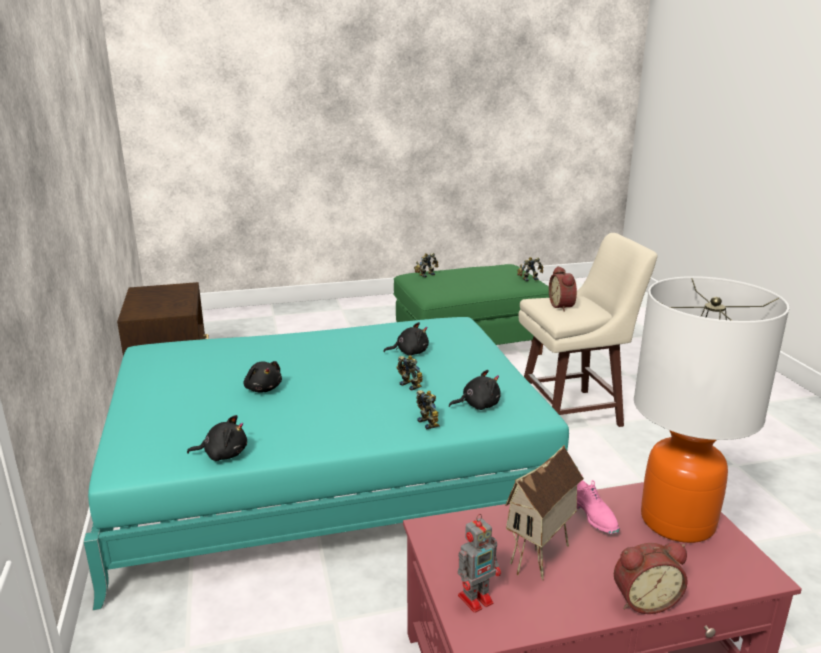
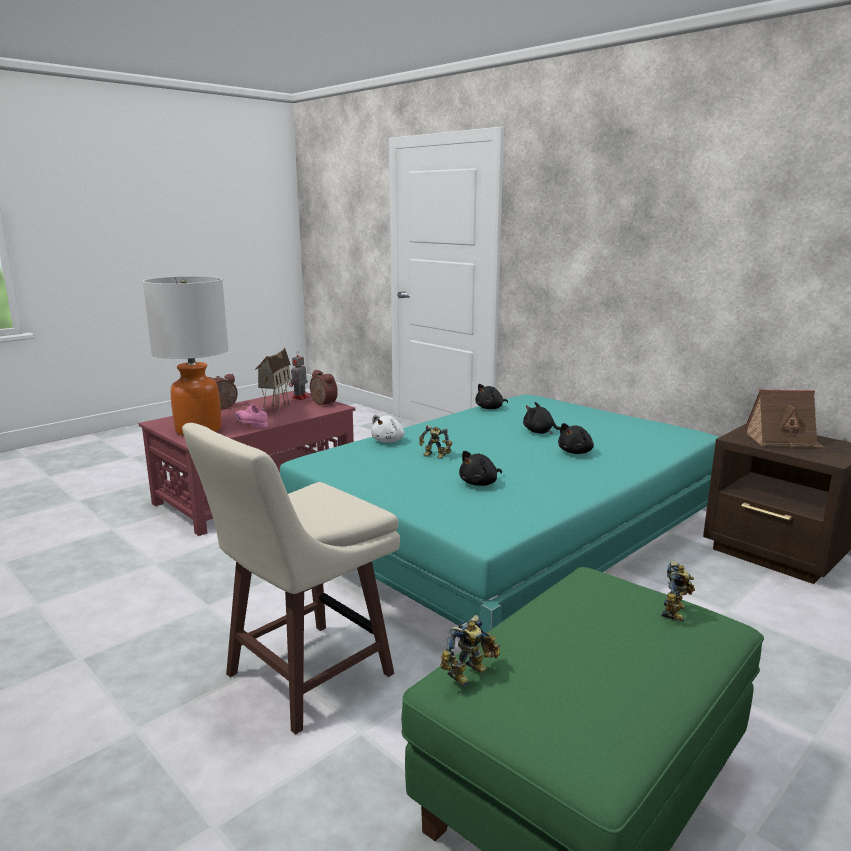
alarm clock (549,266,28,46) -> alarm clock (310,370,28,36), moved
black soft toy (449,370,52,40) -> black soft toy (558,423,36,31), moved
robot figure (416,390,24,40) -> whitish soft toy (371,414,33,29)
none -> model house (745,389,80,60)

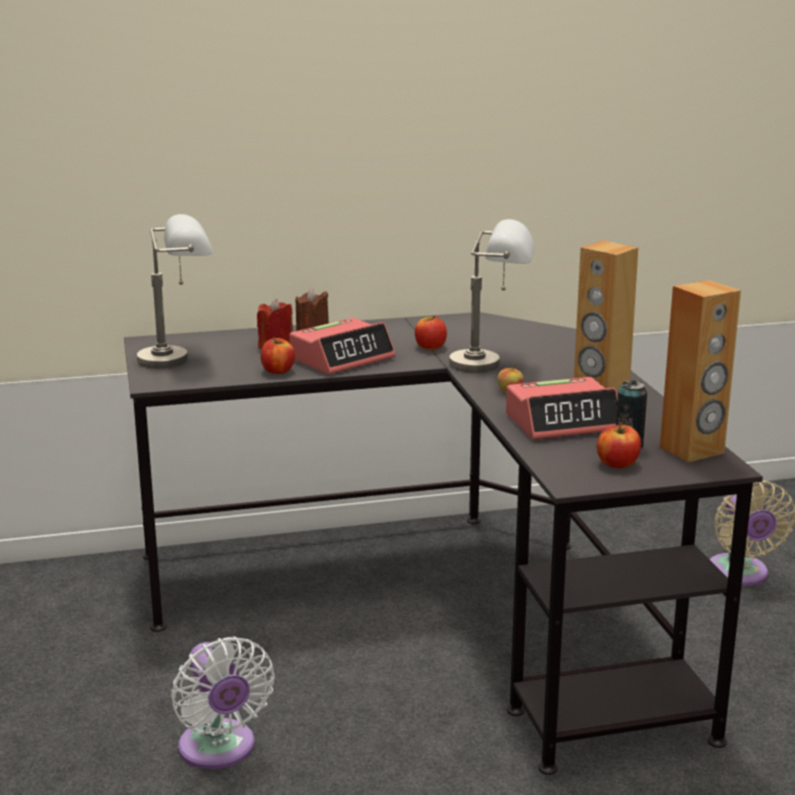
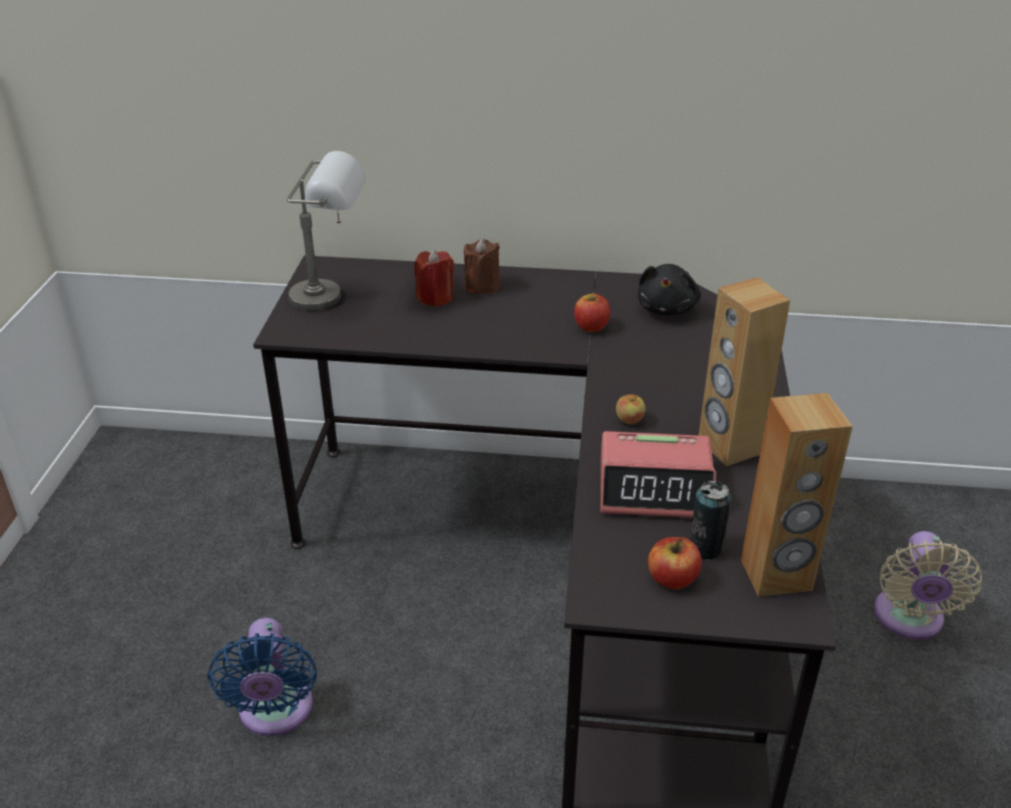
gray lamp for a table (449,219,86,153) -> none
alarm clock (290,318,105,56) -> none
apple fruit (261,337,34,37) -> none
whitish electric fan (171,636,104,133) -> blue-coloured electric fan (208,618,109,118)
none -> black soft toy (638,264,63,52)

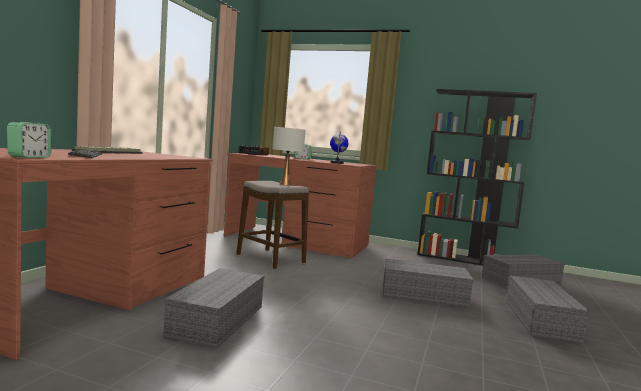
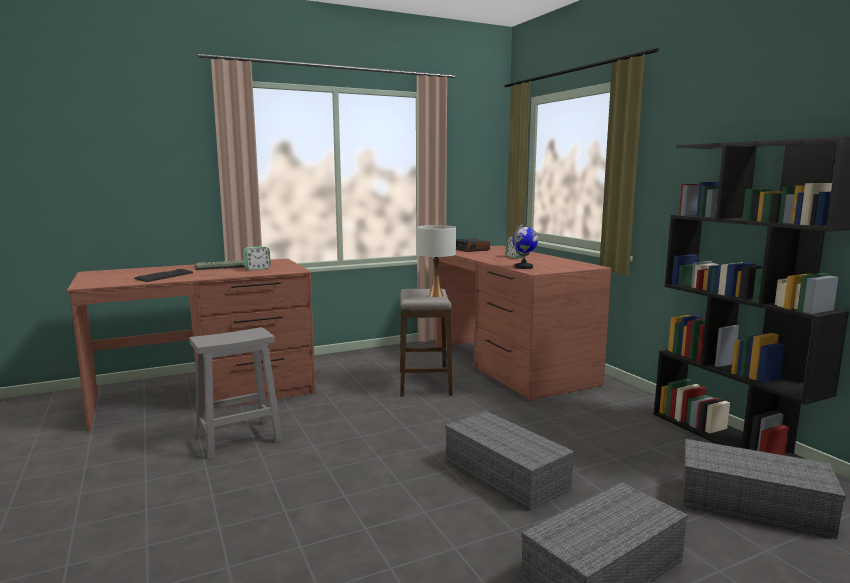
alarm clock (7,122,44,36) -> alarm clock (243,246,28,24), moved
gray storage bin (164,268,100,80) -> gray sitting stool (189,327,94,132)

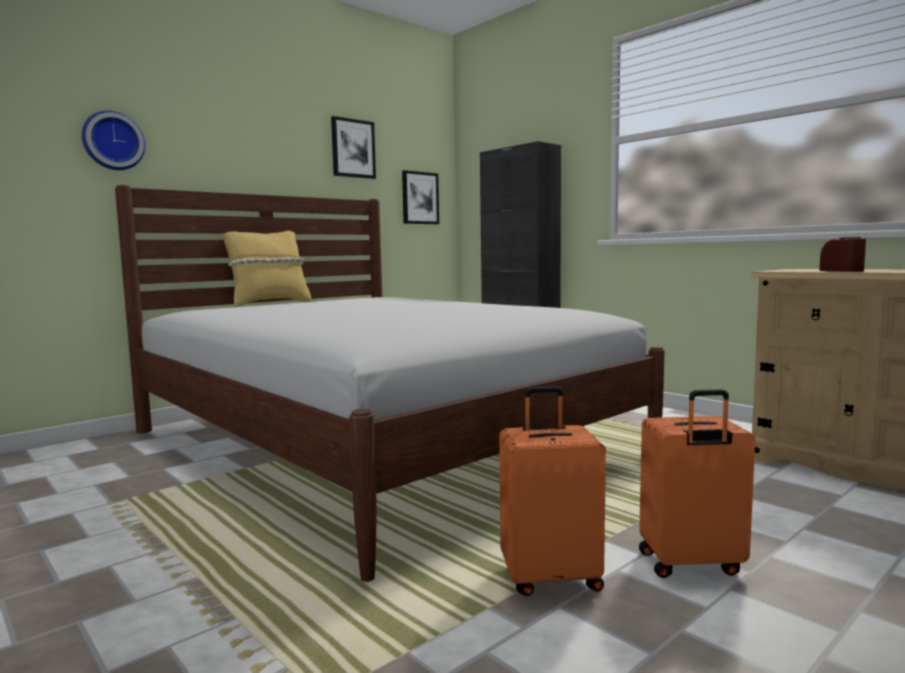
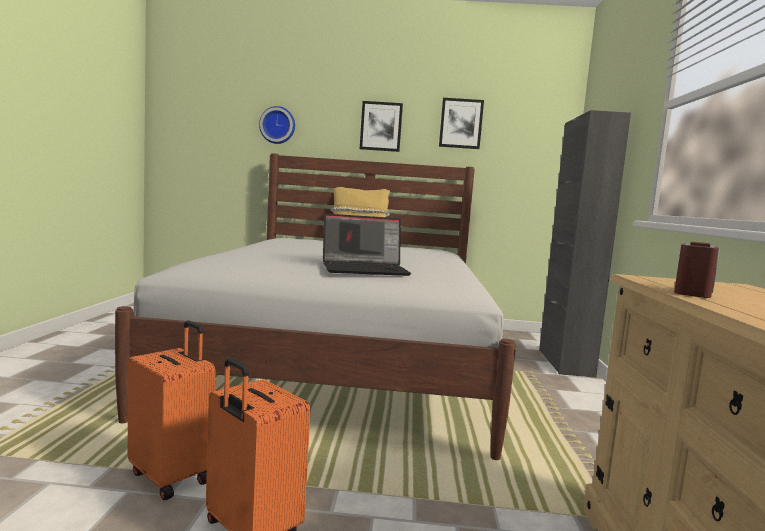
wall picture (402,170,37,54) -> wall picture (360,101,43,51), moved
none -> laptop (323,214,88,62)

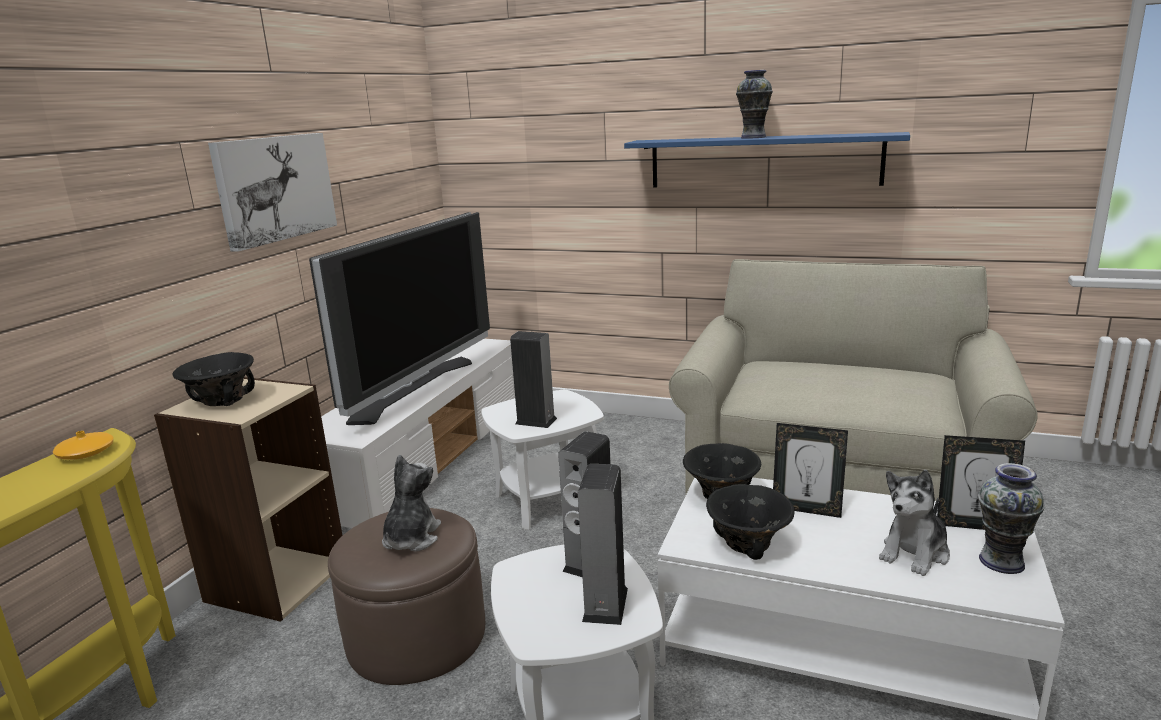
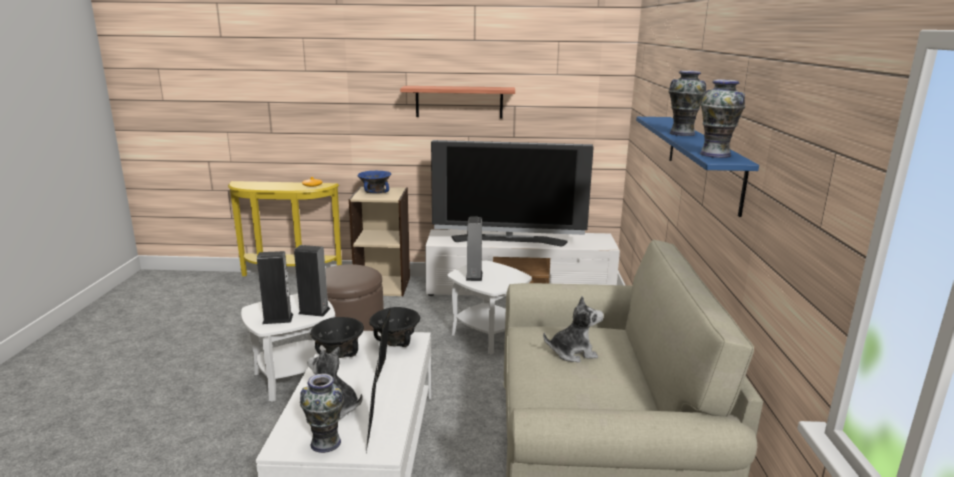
wall picture (208,133,129,119) -> bracket shelf (400,86,115,32)
black serving bowl (173,352,82,54) -> blue-coloured serving bowl (357,171,34,22)
soft toy (382,455,59,96) -> soft toy (543,296,61,66), moved
none -> flower vase (700,80,45,78)

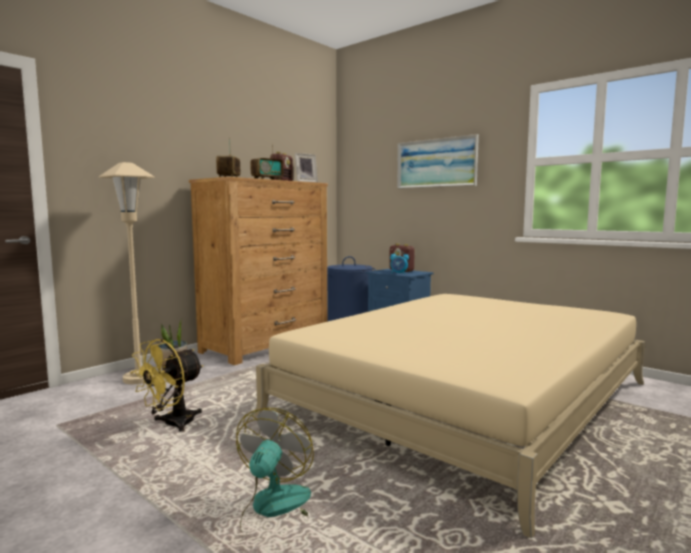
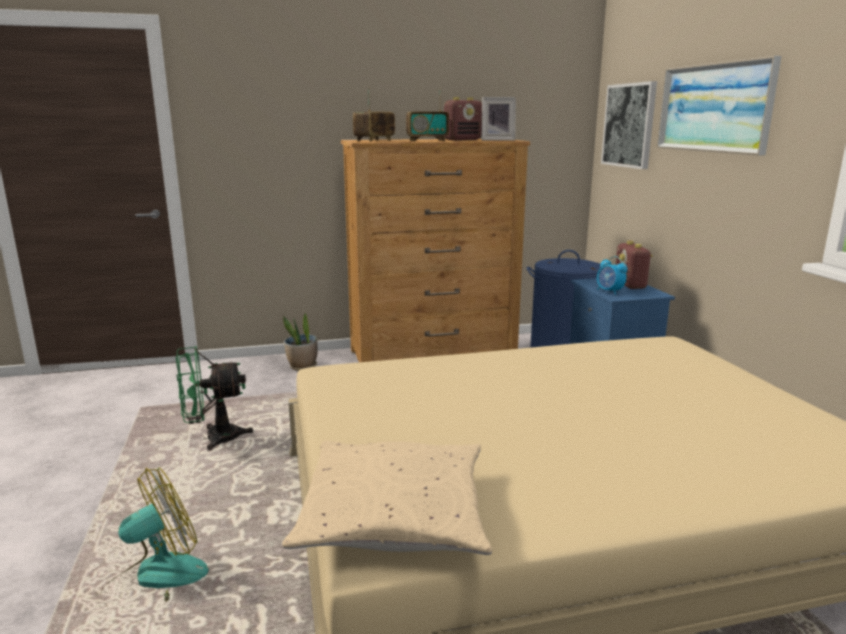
beige standing lamp (99,162,56,222) -> none
yellow electric fan (130,339,73,93) -> greenish electric fan (176,346,77,104)
none -> wall picture (601,81,56,88)
none -> beige pillow (282,441,210,114)

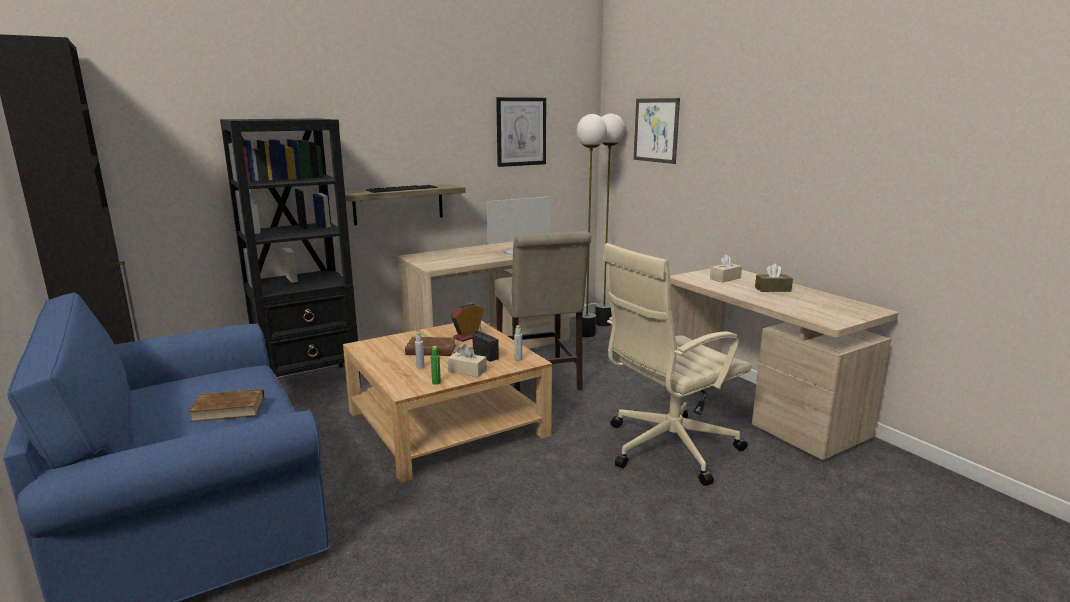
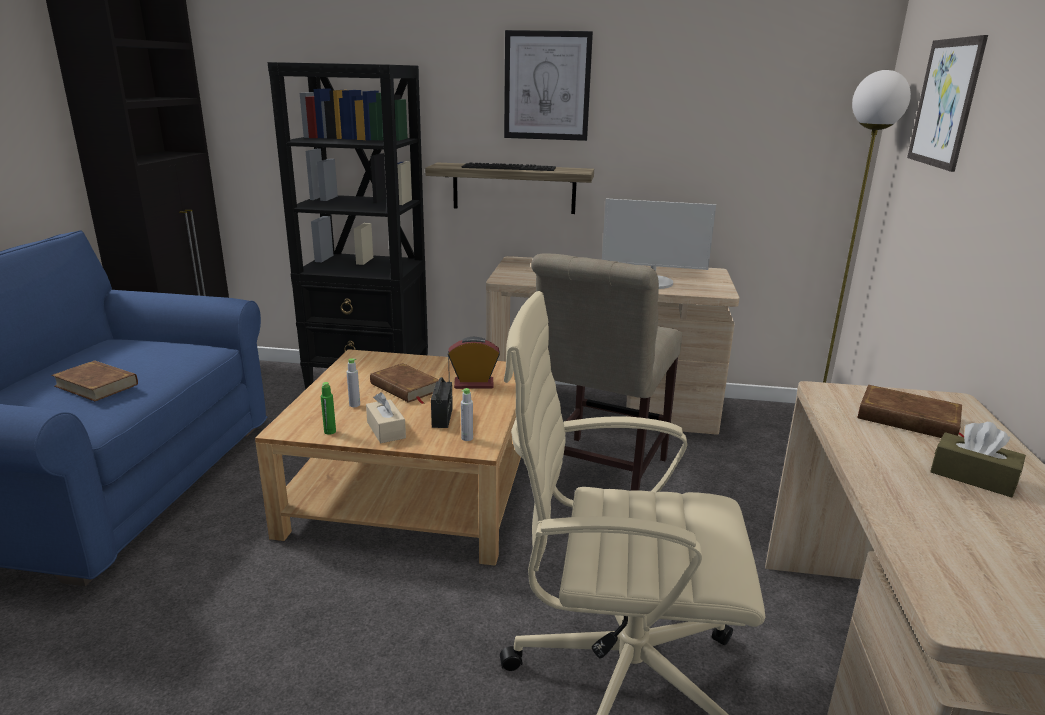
wall picture (496,97,50,70) -> wall picture (504,30,89,111), moved
standing lamp (577,114,30,223) -> none
beige box of tissues (710,254,32,28) -> brownish bound book (857,385,107,53)

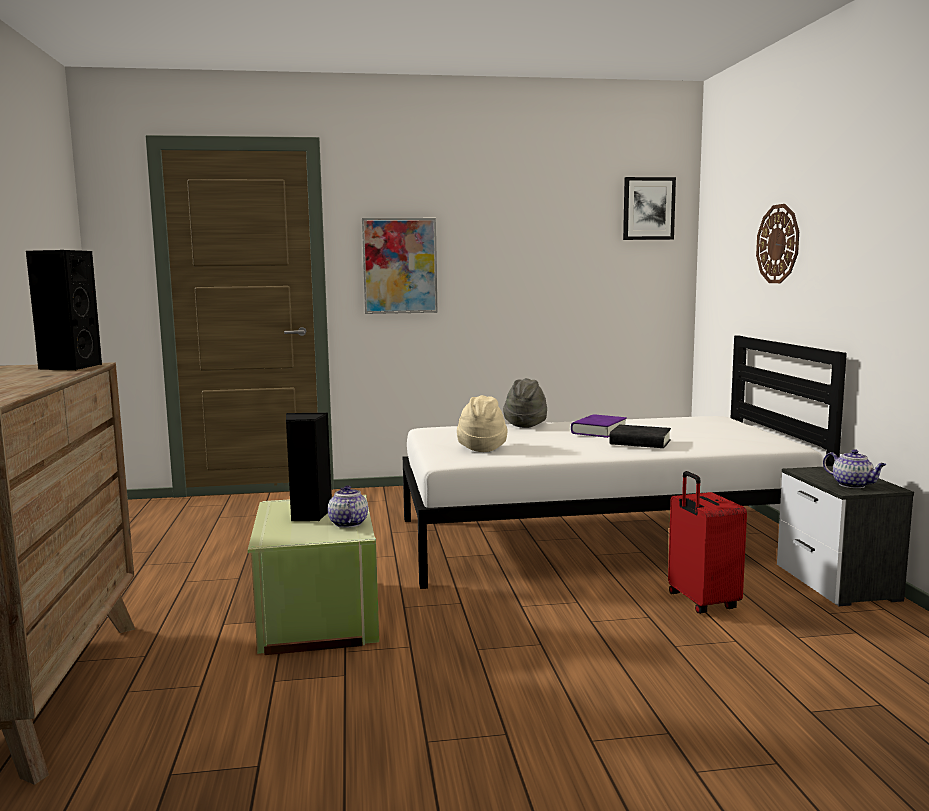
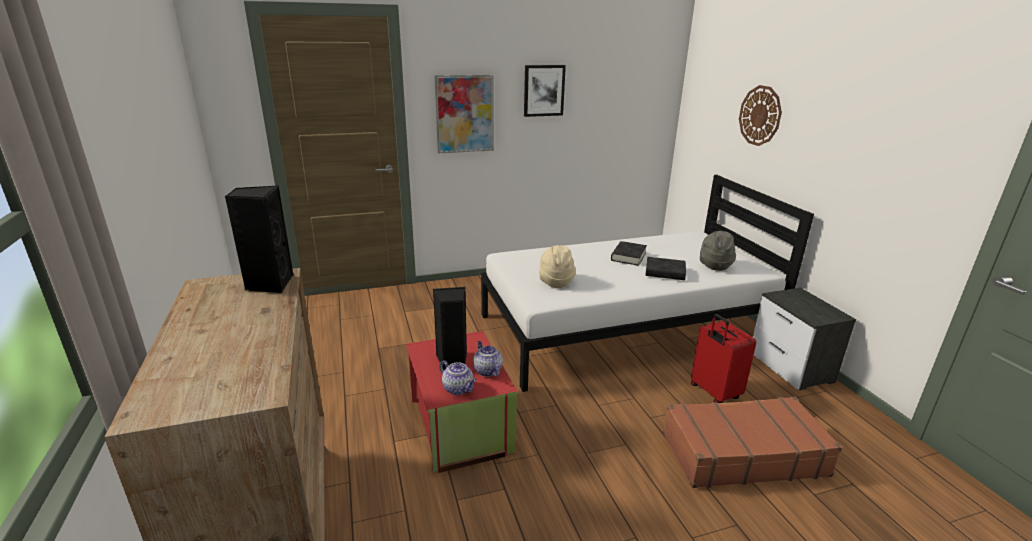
wall picture (623,177,53,63) -> wall picture (524,65,42,52), moved
gray wearable hat (503,378,44,50) -> gray wearable hat (700,231,36,40), moved
purple bound book (571,414,56,24) -> black bound book (611,241,36,25)
teapot (823,449,64,39) -> teapot (439,360,38,35), moved
greenish storage bin (248,495,131,160) -> reddish storage bin (406,331,112,142)
none -> brownish travel case (663,397,179,91)

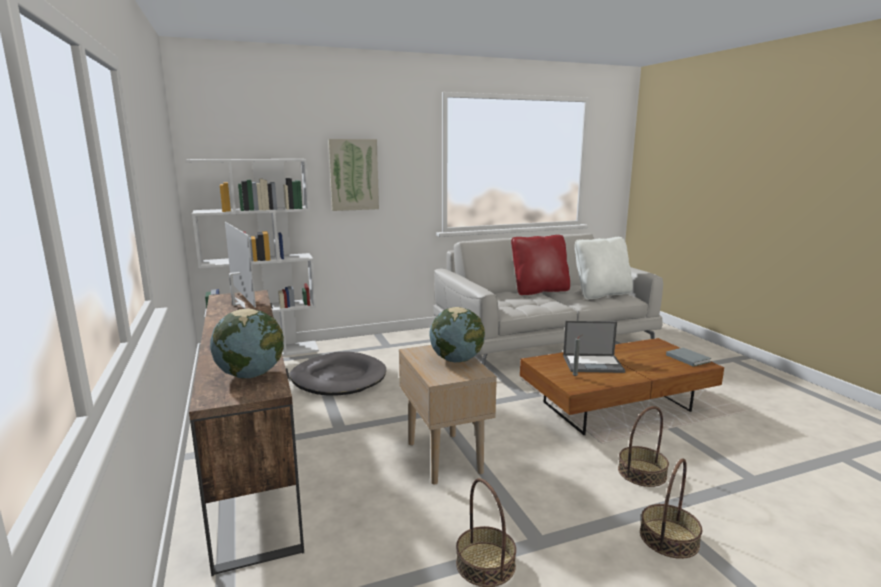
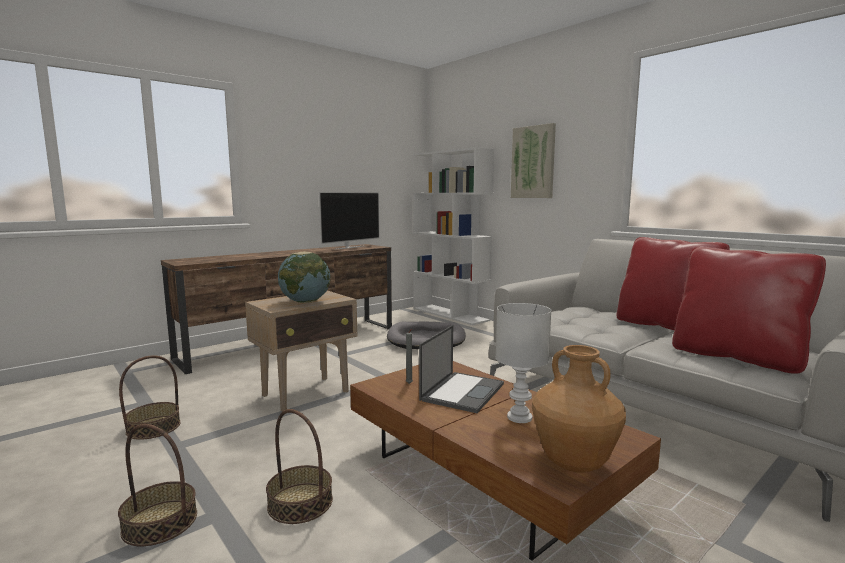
whitish pillow (575,237,58,63) -> reddish pillow (672,246,154,128)
world globe (210,309,74,70) -> none
laptop (563,321,62,52) -> laptop (419,325,85,88), 135 degrees counterclockwise
gray bound book (666,347,45,20) -> brownish flower vase (532,345,94,128)
none -> whitish lamp for a table (496,303,55,120)

